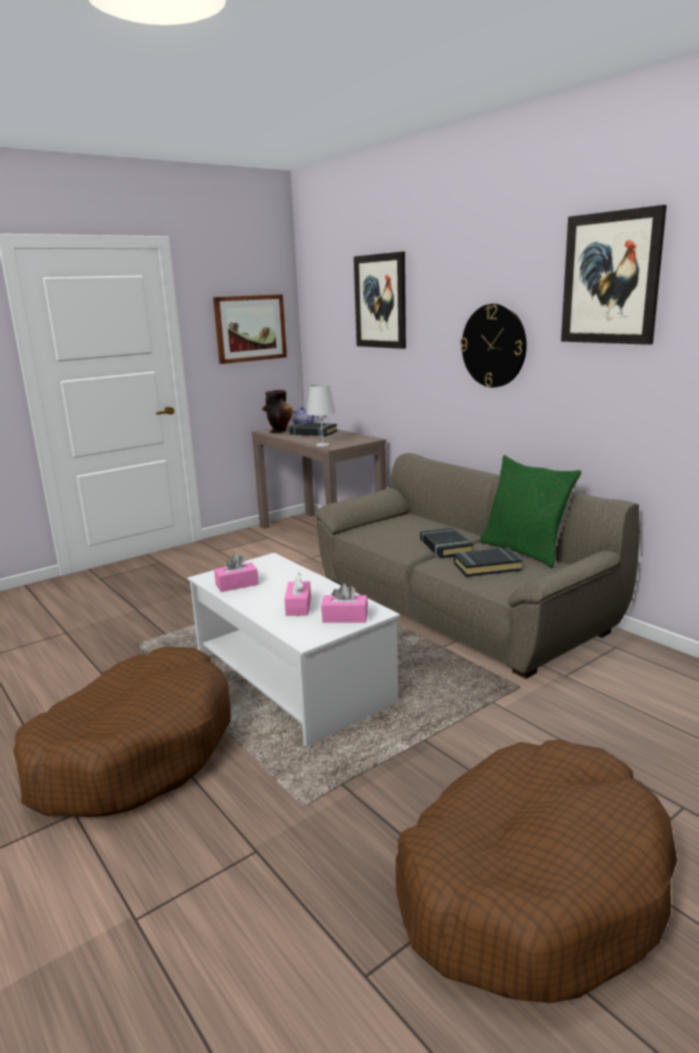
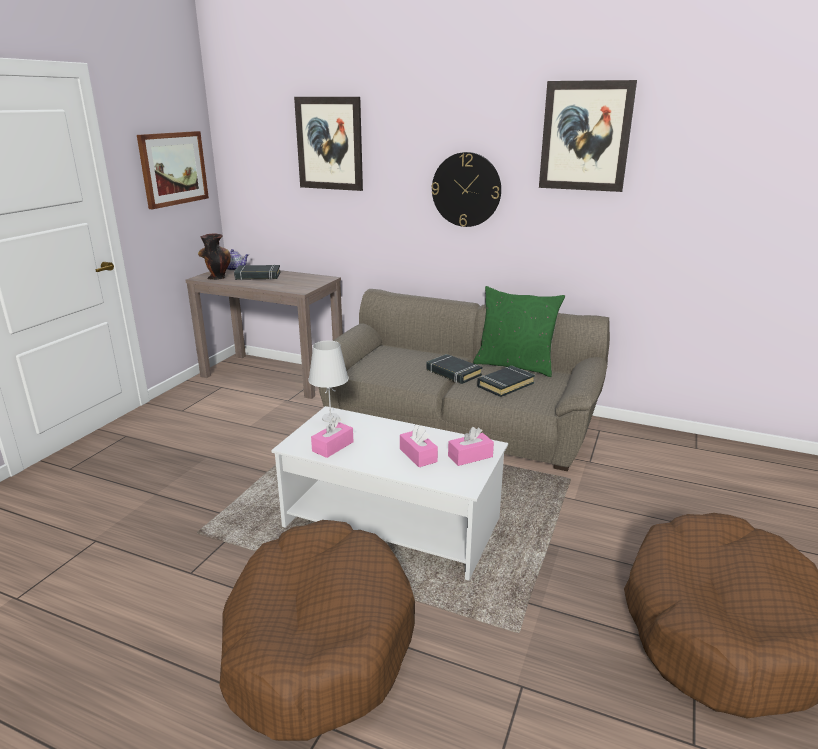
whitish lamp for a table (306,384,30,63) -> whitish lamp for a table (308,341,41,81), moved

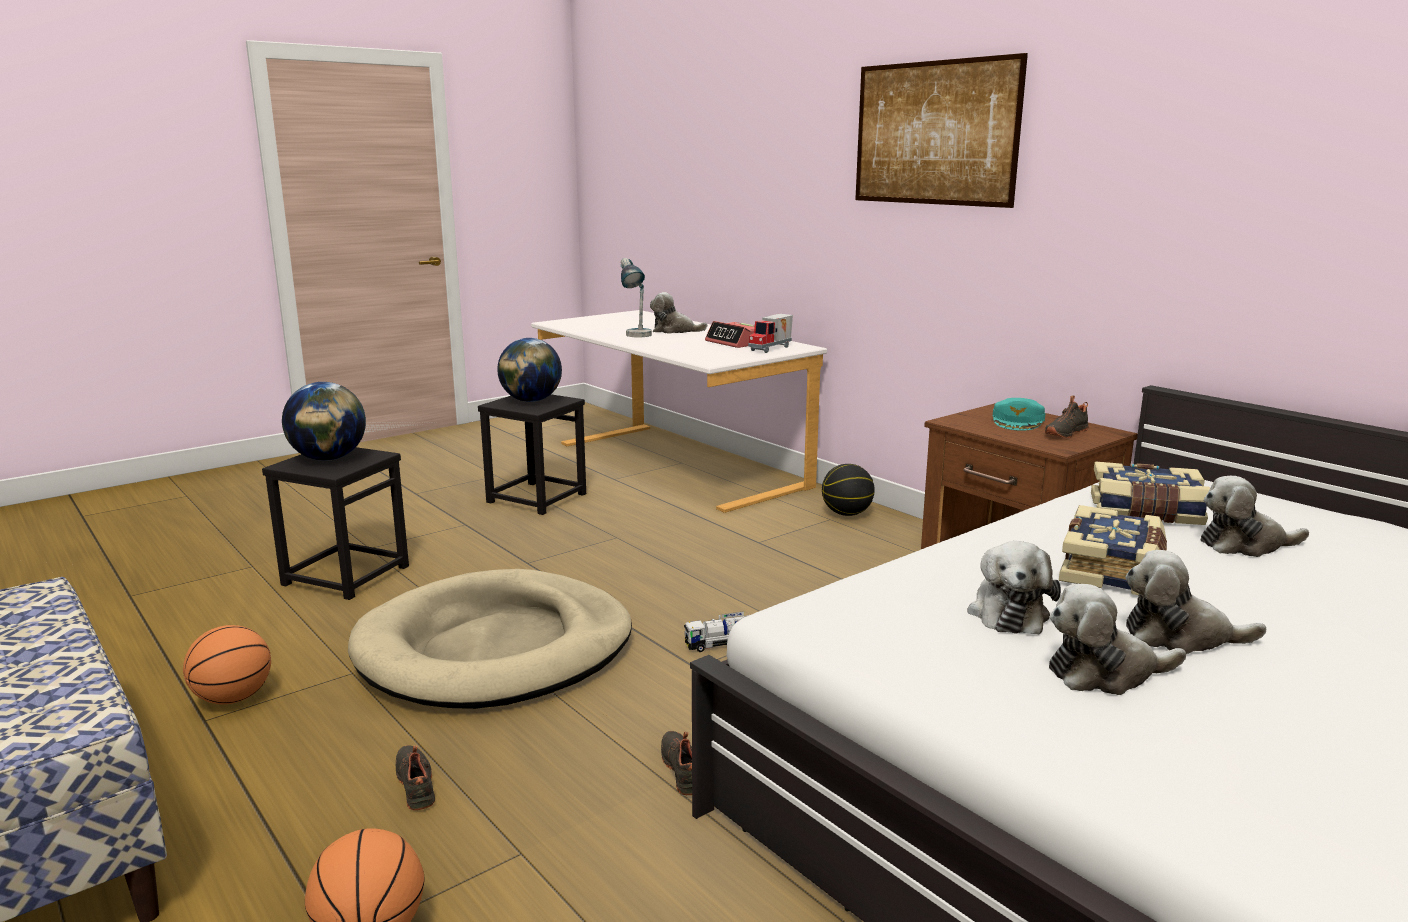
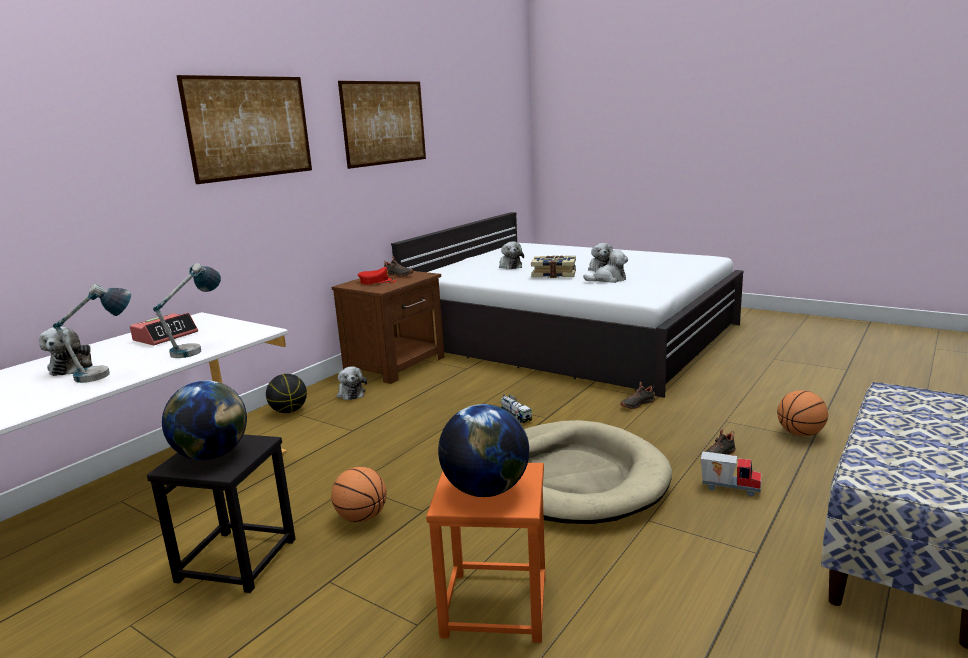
toy truck (748,314,45,39) -> toy truck (701,452,60,45), moved
turquoise peaked cap (992,398,53,33) -> reddish peaked cap (358,267,38,17)
black sitting stool (262,447,147,153) -> orangey sitting stool (426,463,119,180)
bound book (1091,461,119,64) -> none
soft toy (1049,584,137,111) -> soft toy (337,367,30,33), moved
basketball (183,625,88,79) -> basketball (331,467,56,55), moved
none -> wall picture (338,81,88,88)
none -> lamp for a table (153,263,68,95)

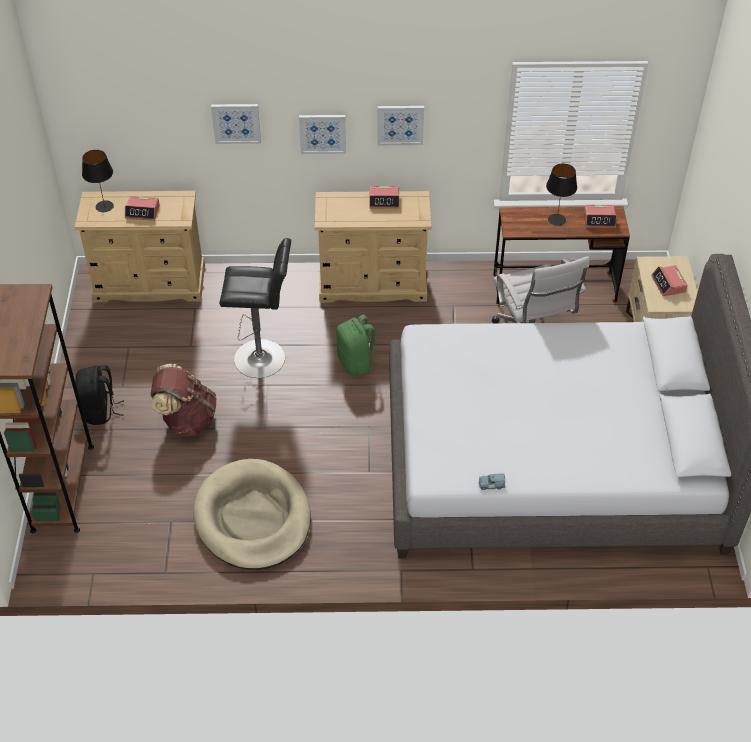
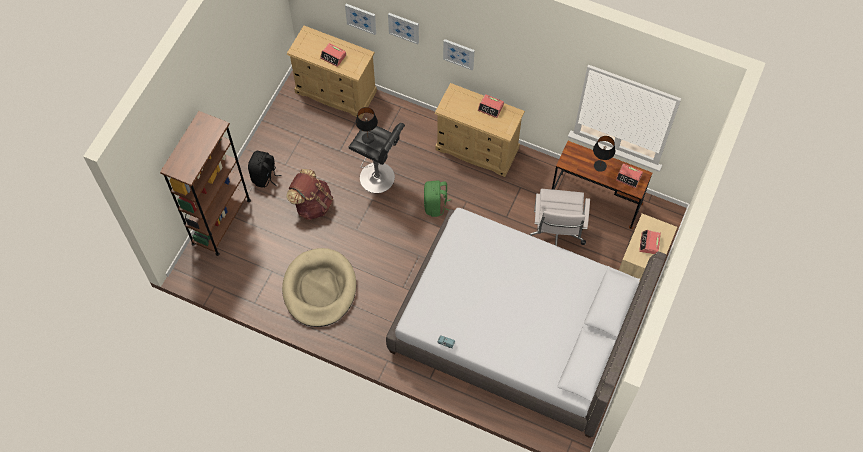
wall picture (378,106,46,39) -> wall picture (345,4,31,31), moved
black lamp for a table (82,150,32,62) -> black lamp for a table (356,107,22,37), moved

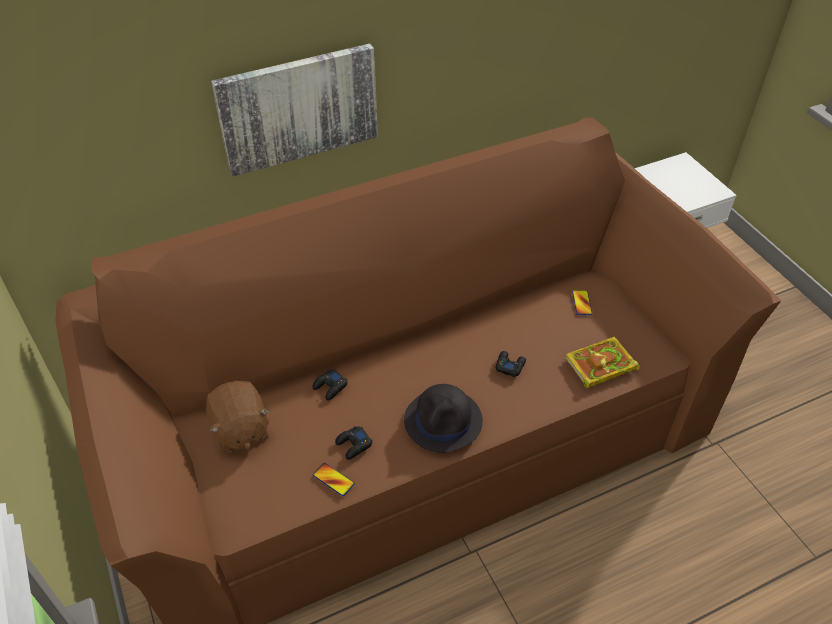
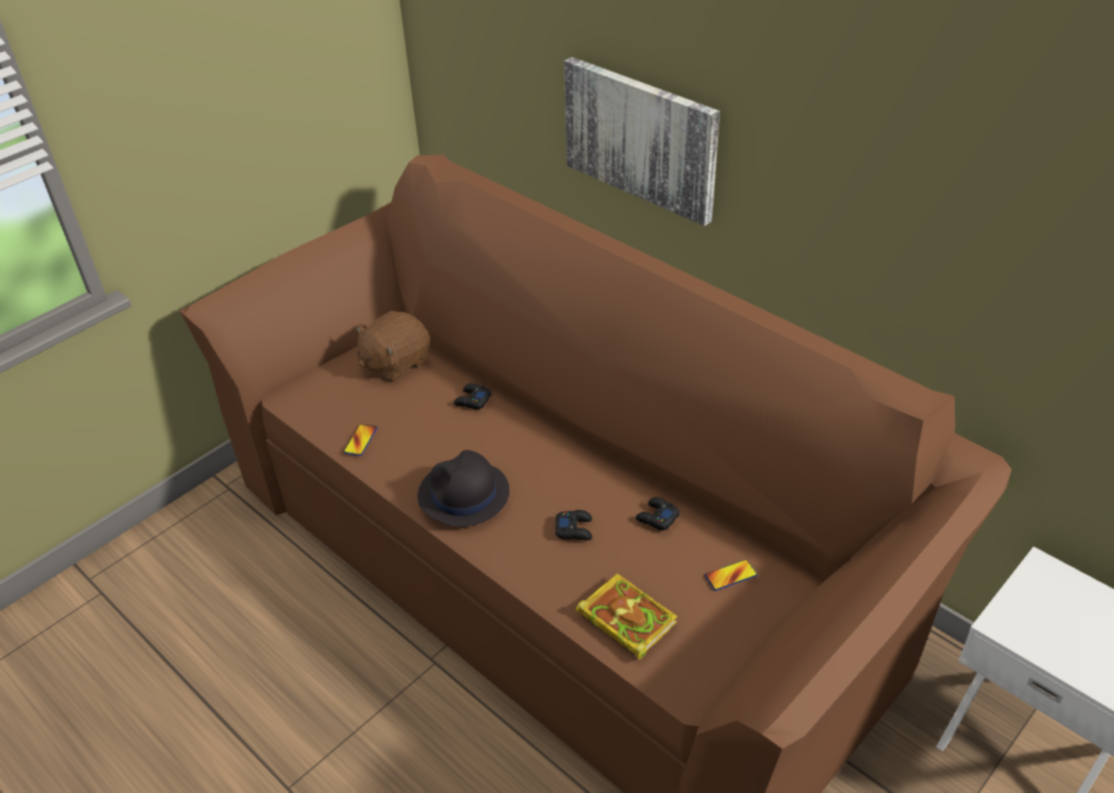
black joypad (335,426,37,34) -> black joypad (636,497,44,33), moved

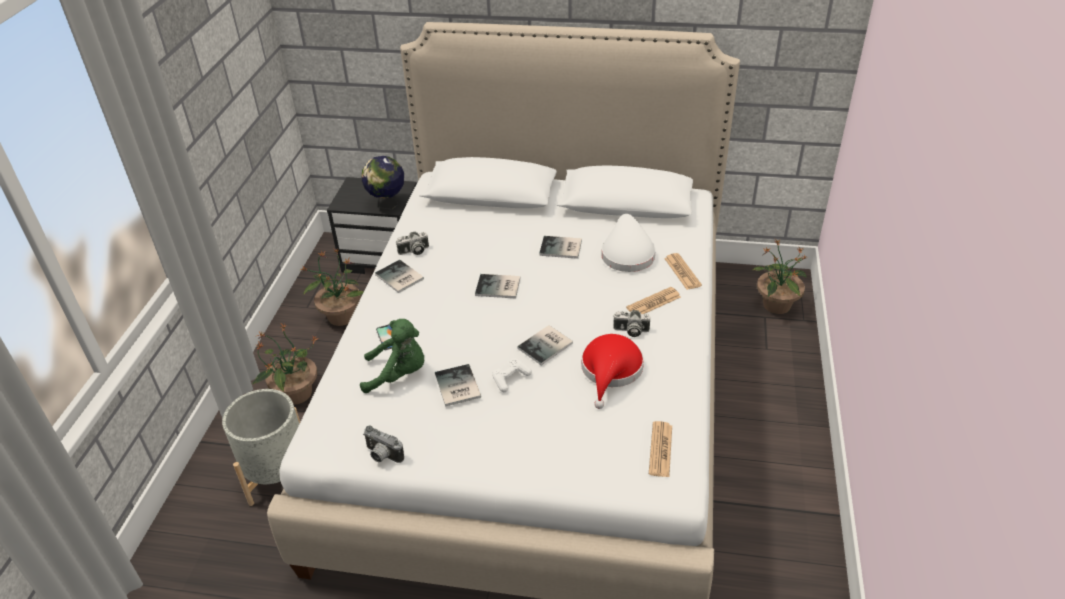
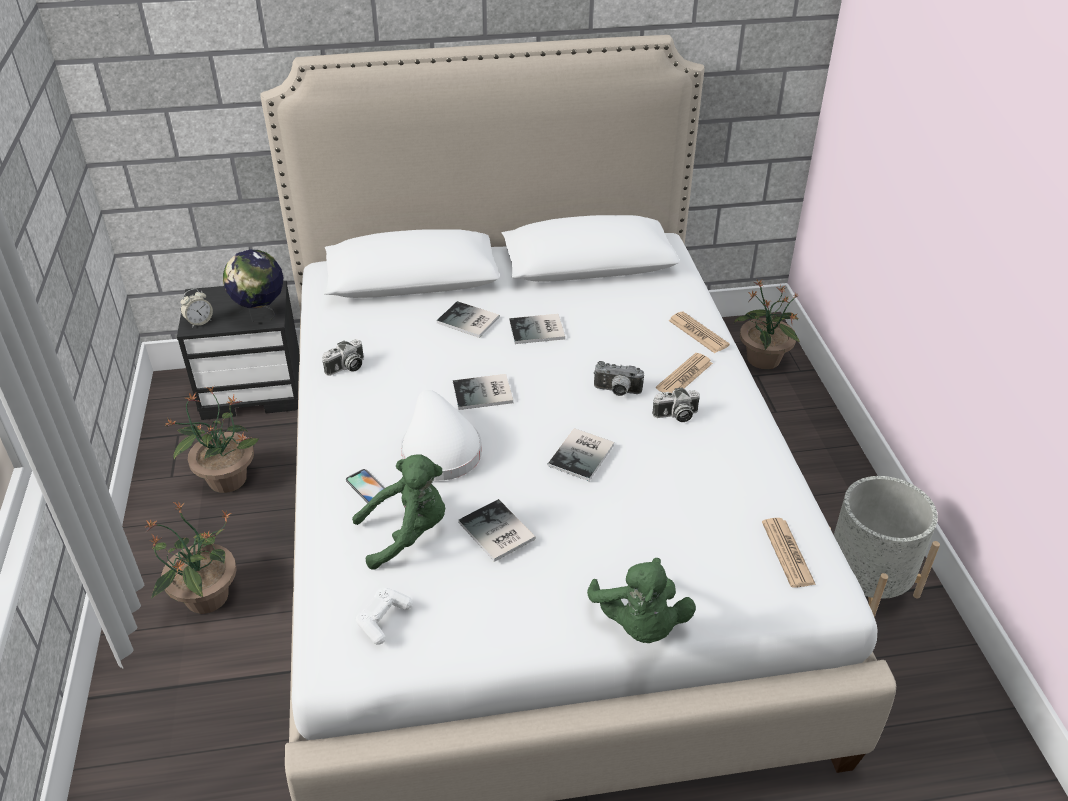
whitish wearable hat (601,214,54,58) -> whitish wearable hat (401,390,81,90), moved
bound book (375,260,49,33) -> bound book (437,301,63,37), moved
reddish wearable hat (581,334,63,75) -> none
whitish joypad (492,358,40,34) -> whitish joypad (356,588,57,57), moved
gray flower pot (222,389,78,117) -> gray flower pot (829,476,111,141), moved
photo camera (363,425,41,38) -> photo camera (594,361,50,35), moved
none -> alarm clock (180,289,33,39)
none -> greenish soft toy (587,558,109,85)

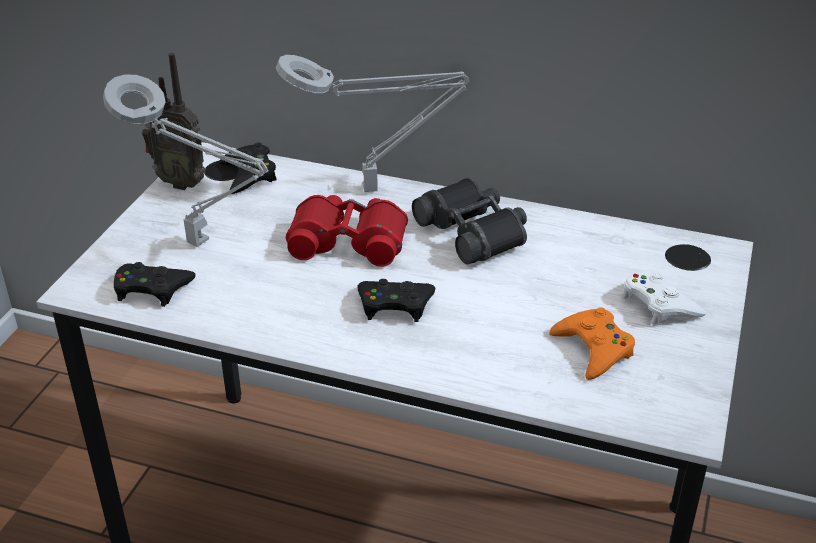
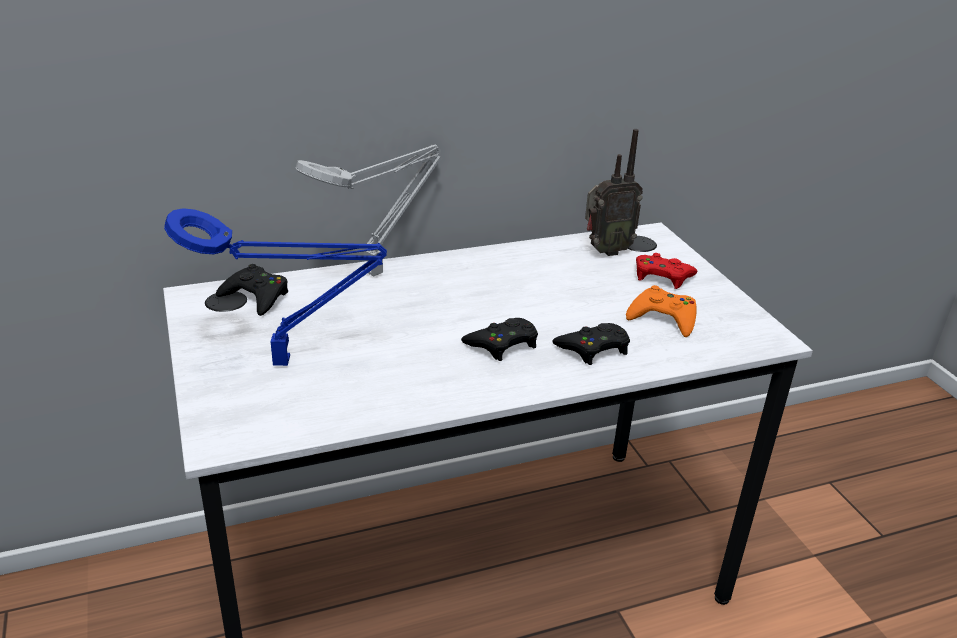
radio set (142,53,64,137) -> radio set (585,129,58,127), moved
gray lamp for a table (103,74,166,173) -> blue-coloured lamp for a table (164,208,223,158)
black pair of binoculars (412,178,115,86) -> none
reddish pair of binoculars (286,195,122,72) -> none
black joypad (114,262,82,45) -> black joypad (552,323,78,42), moved
whitish joypad (622,270,84,55) -> reddish joypad (636,253,61,36)

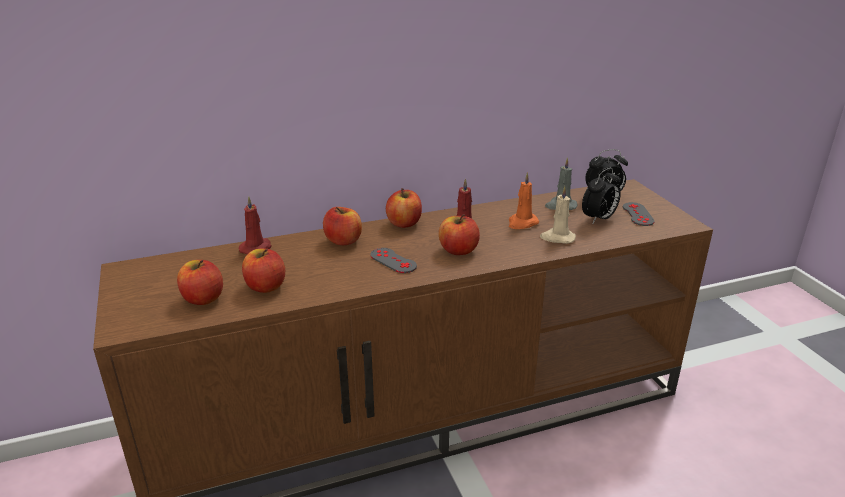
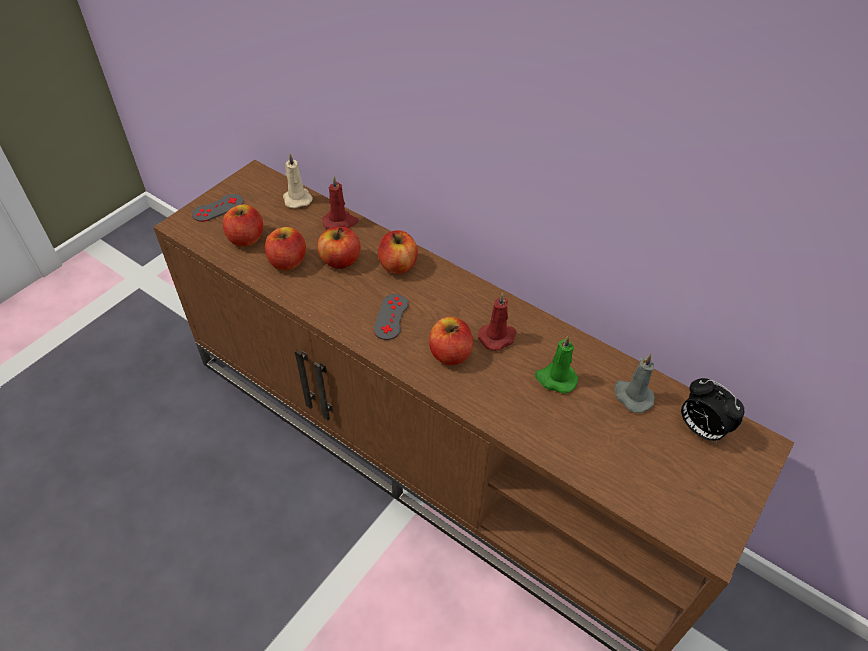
alarm clock (582,168,39,55) -> none
orangey wax light (509,172,30,57) -> greenish wax light (535,335,43,59)
beige wax light (540,186,36,58) -> beige wax light (283,153,30,55), moved
apple fruit (386,188,36,40) -> apple fruit (317,227,43,42), moved
gray joypad (623,202,32,24) -> gray joypad (192,194,52,28), moved

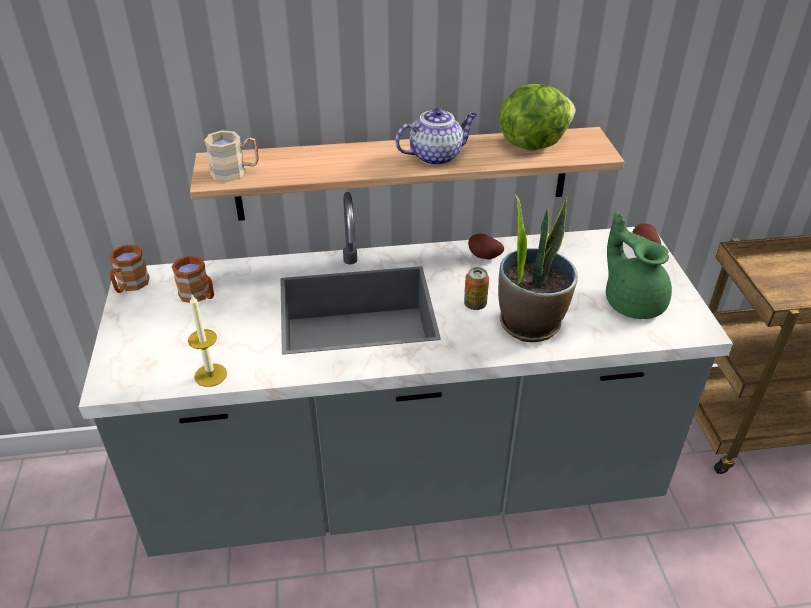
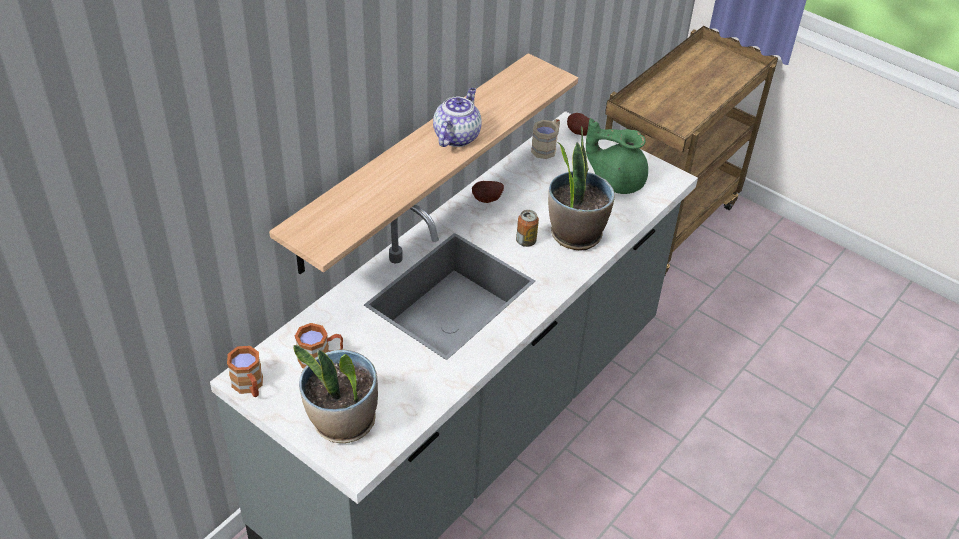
lettuce head (499,84,76,67) -> none
beige mug (204,130,54,52) -> beige mug (531,119,29,40), moved
wax light (188,295,39,92) -> none
none -> houseplant (293,345,85,98)

